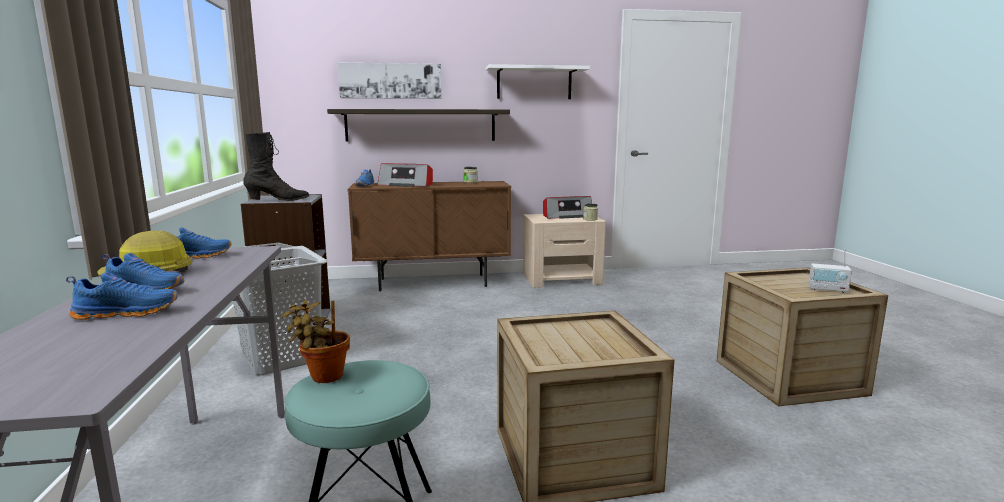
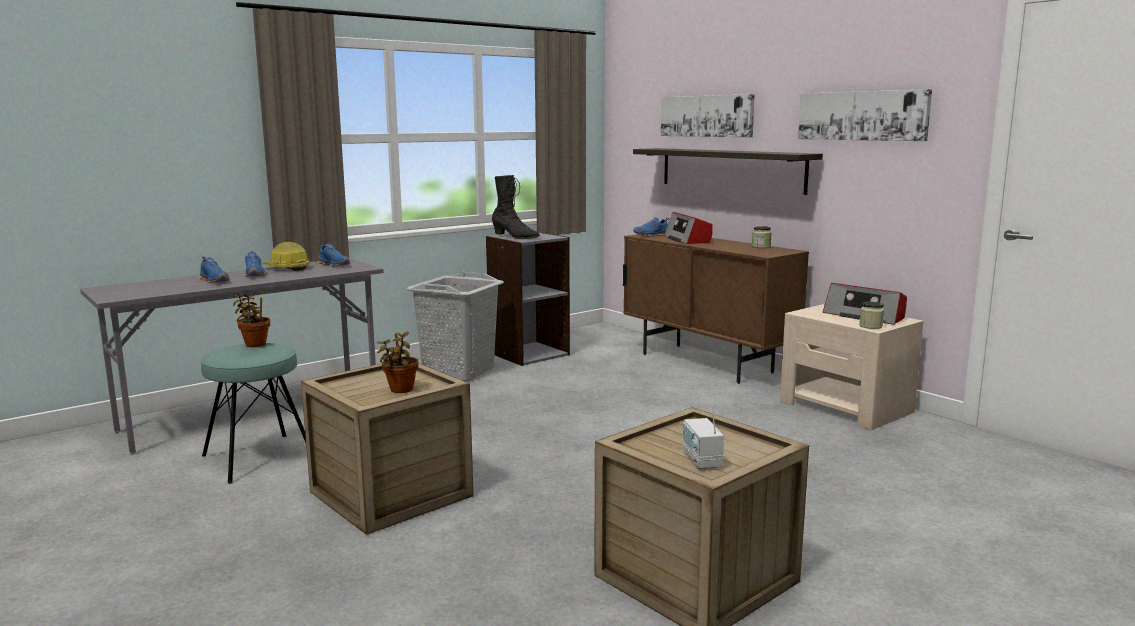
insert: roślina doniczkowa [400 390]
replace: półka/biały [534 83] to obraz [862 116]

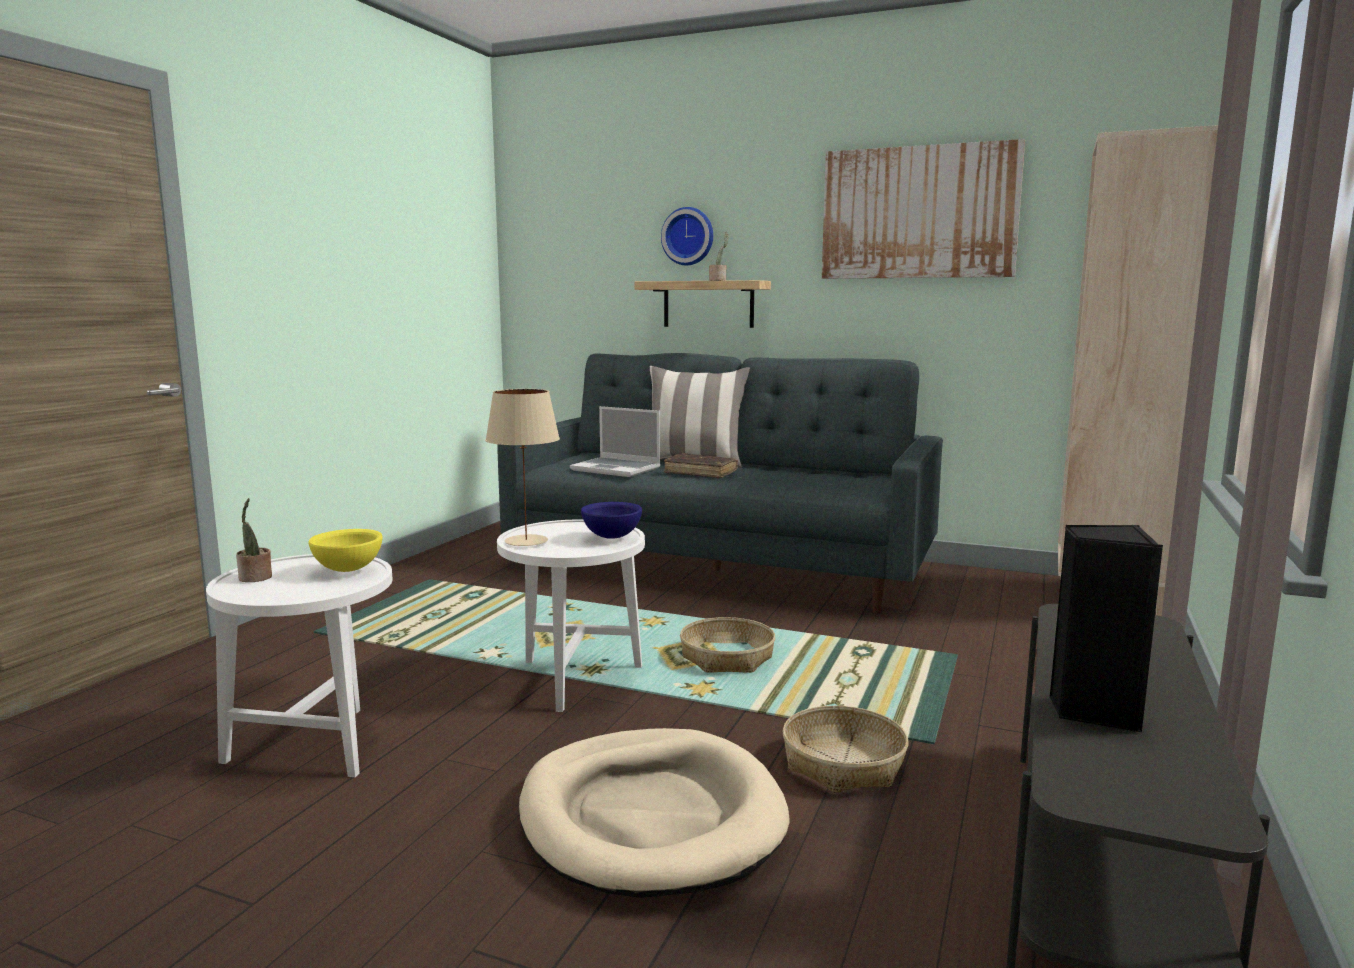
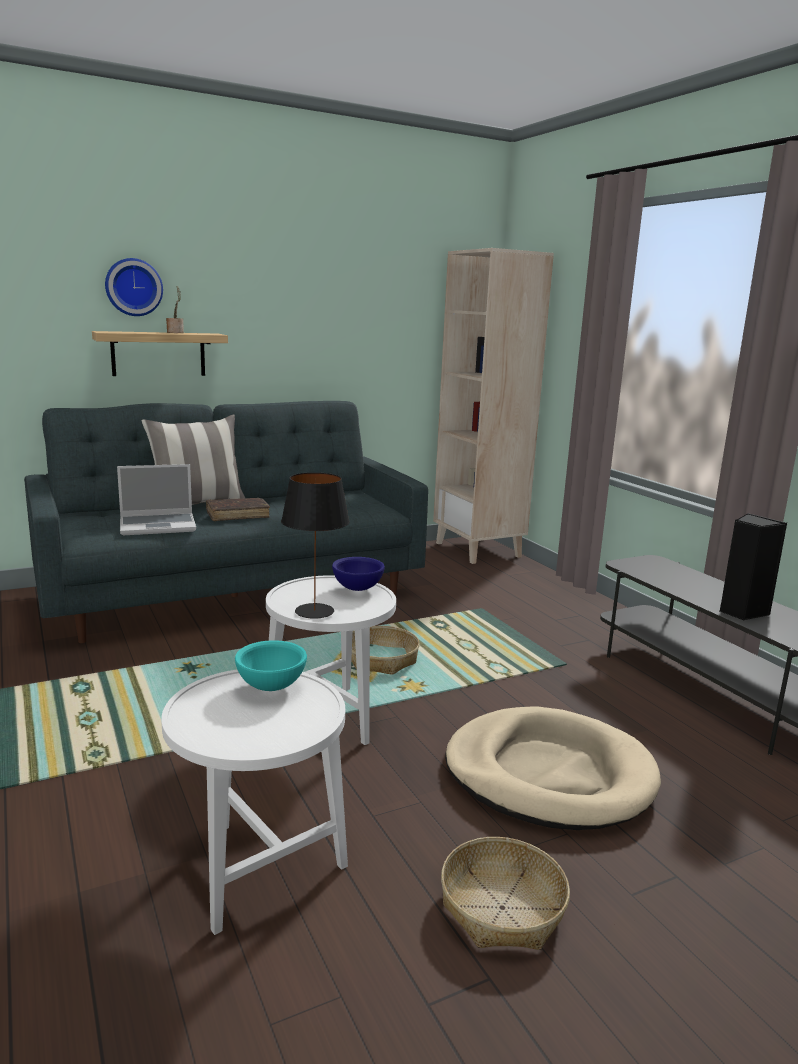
delete: roślina doniczkowa [255 578]; obraz [918 213]
move: koszyk [843 764] to [501 907]
recolor: miska/żółty [347 569] to miska/turkusowy [271 686]; lampa stołowa/beżowy [527 540] to lampa stołowa/czarny [315 611]

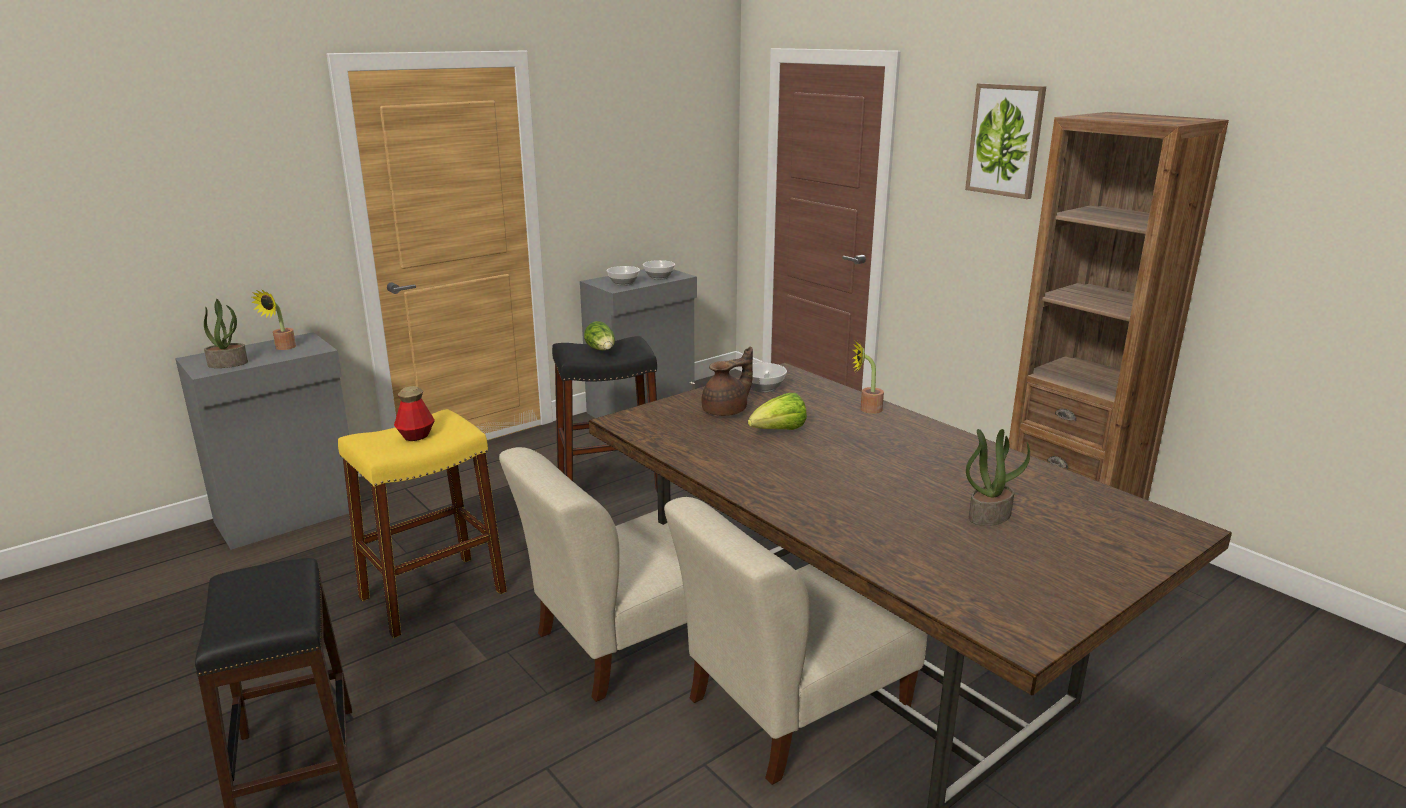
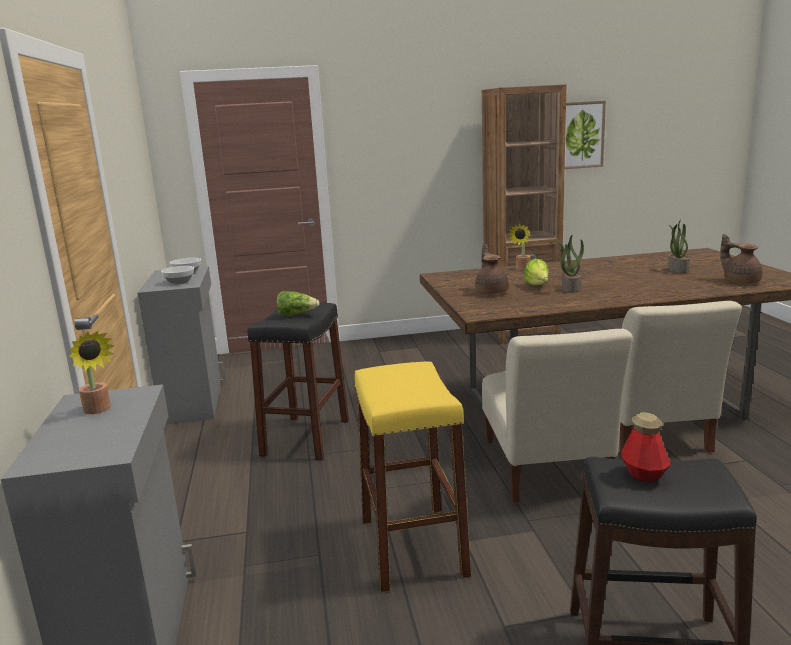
delete: miska [763 388]
insert: imbryk/brązowy [740 281]
move: roślina doniczkowa [228 363] to [570 288]; obraz [1005 140] to [581 135]; butelka [416 436] to [644 474]

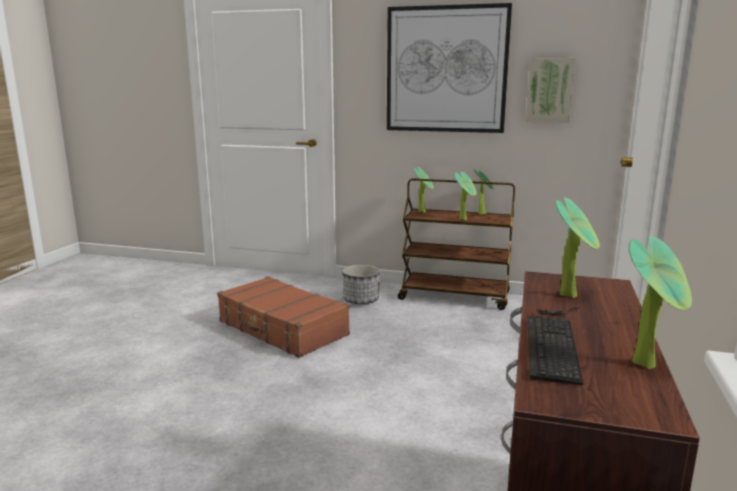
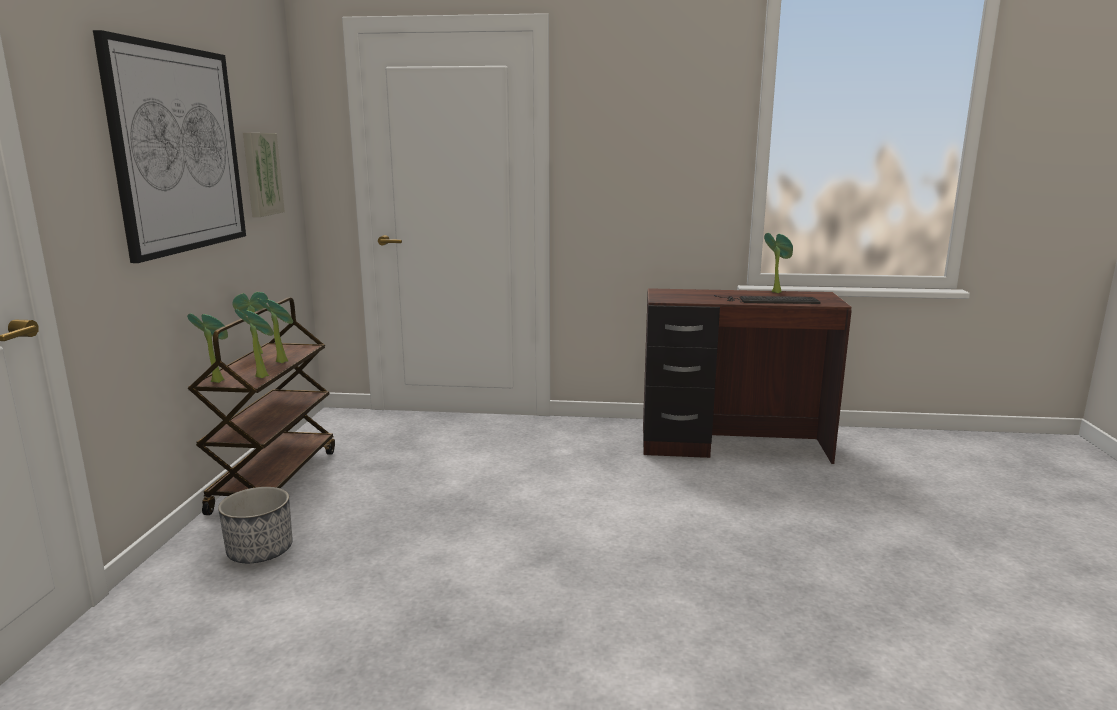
delete: walizka/brązowy [282 329]
move: roślina doniczkowa [571 295] to [262 376]

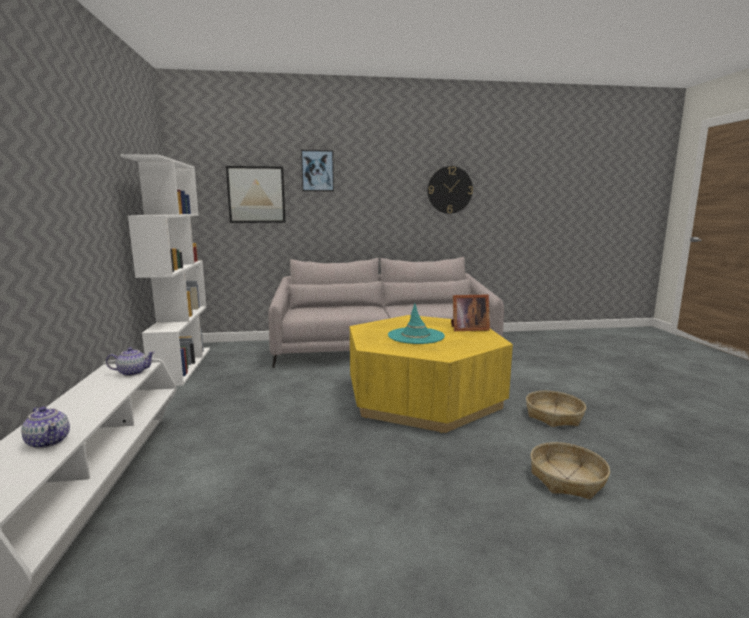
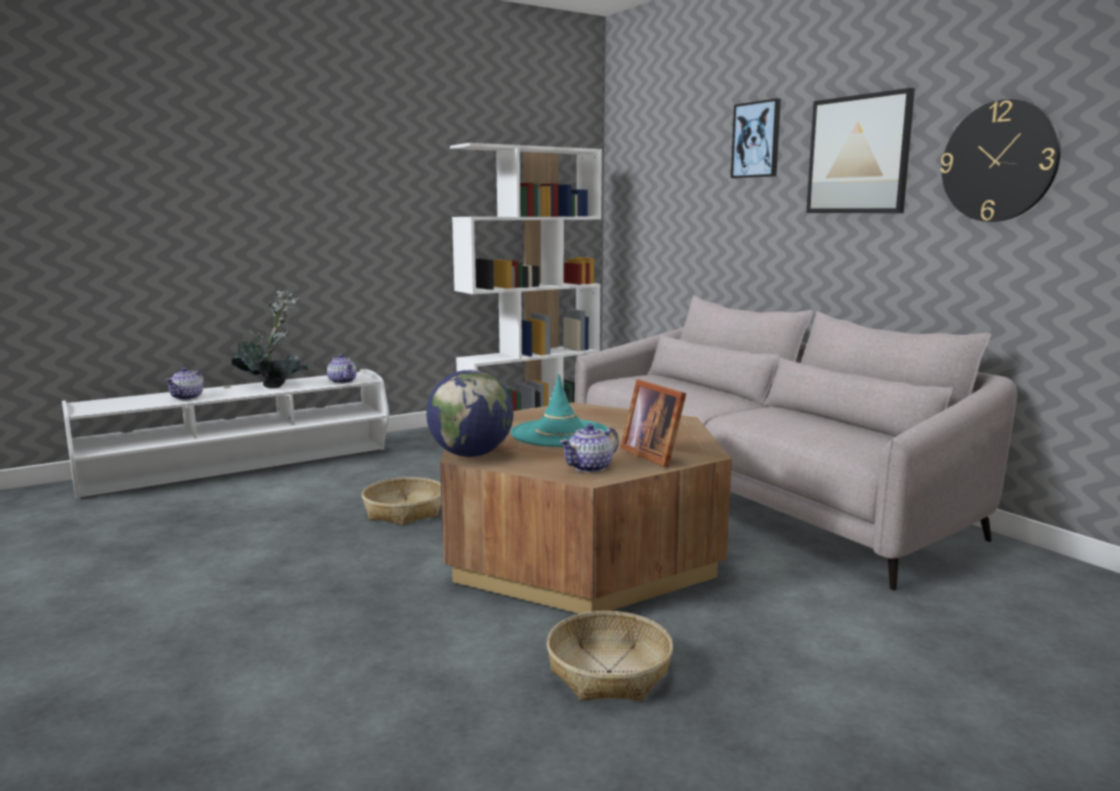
insert: roślina doniczkowa [274 385]; globus [471 455]; imbryk [590 467]
move: koszyk [567 479] to [404 511]; obraz [256 195] to [858 155]
recolor: ława/żółty [424 396] to ława/brązowy [581 550]

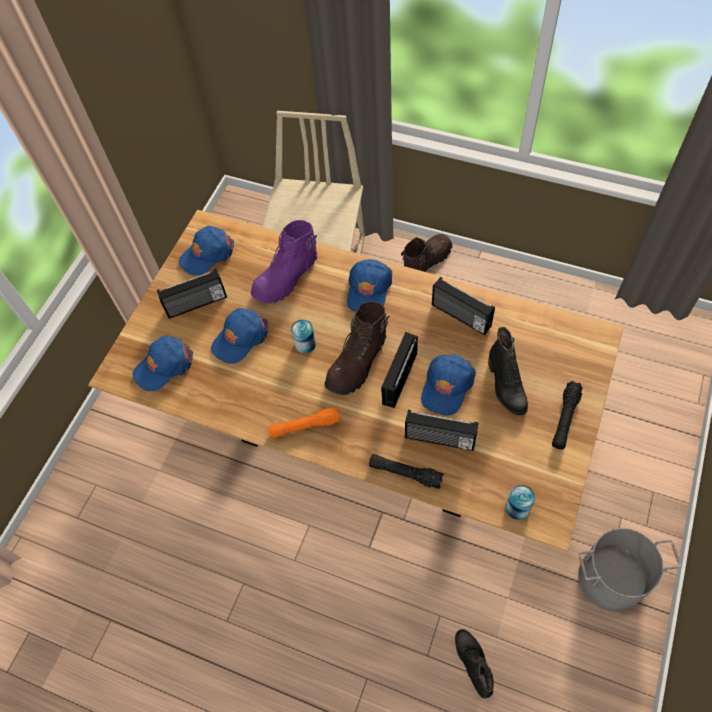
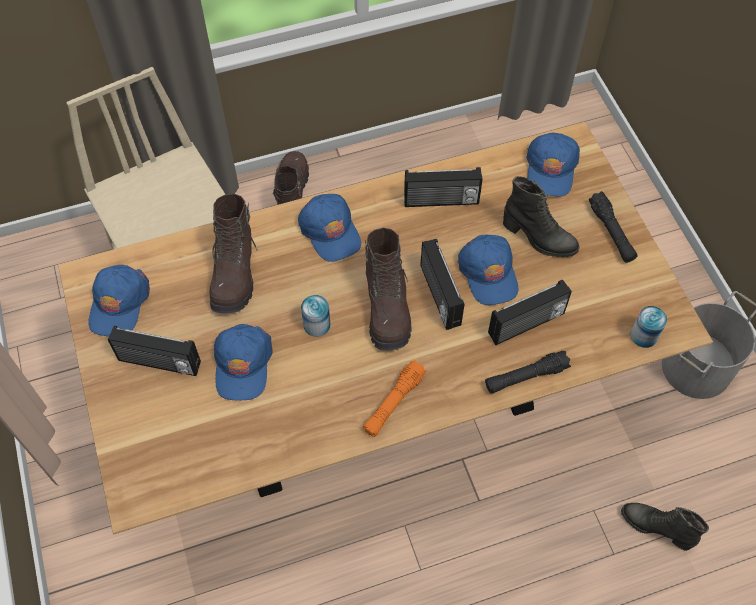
move: czapka z daszkiem/niebieski [164 366] to [551 169]
recolor: but z cholewką/fioletowy [287 278] to but z cholewką/brązowy [235 273]
rotate: radio [197 304] = [159 363] 75 degrees clockwise

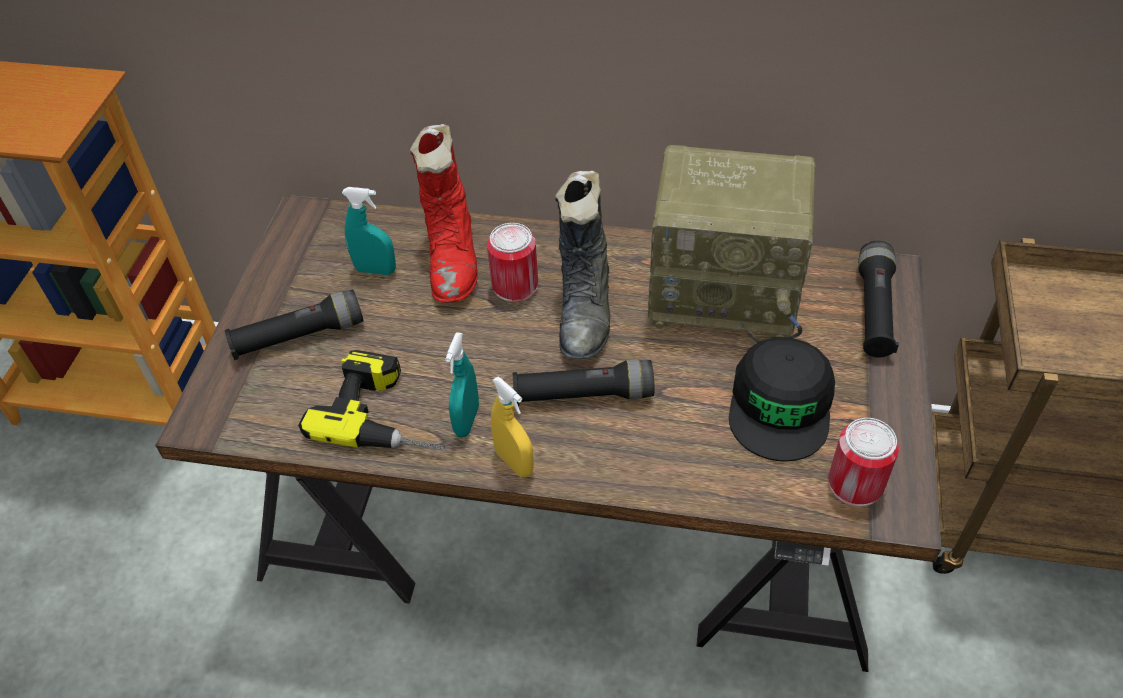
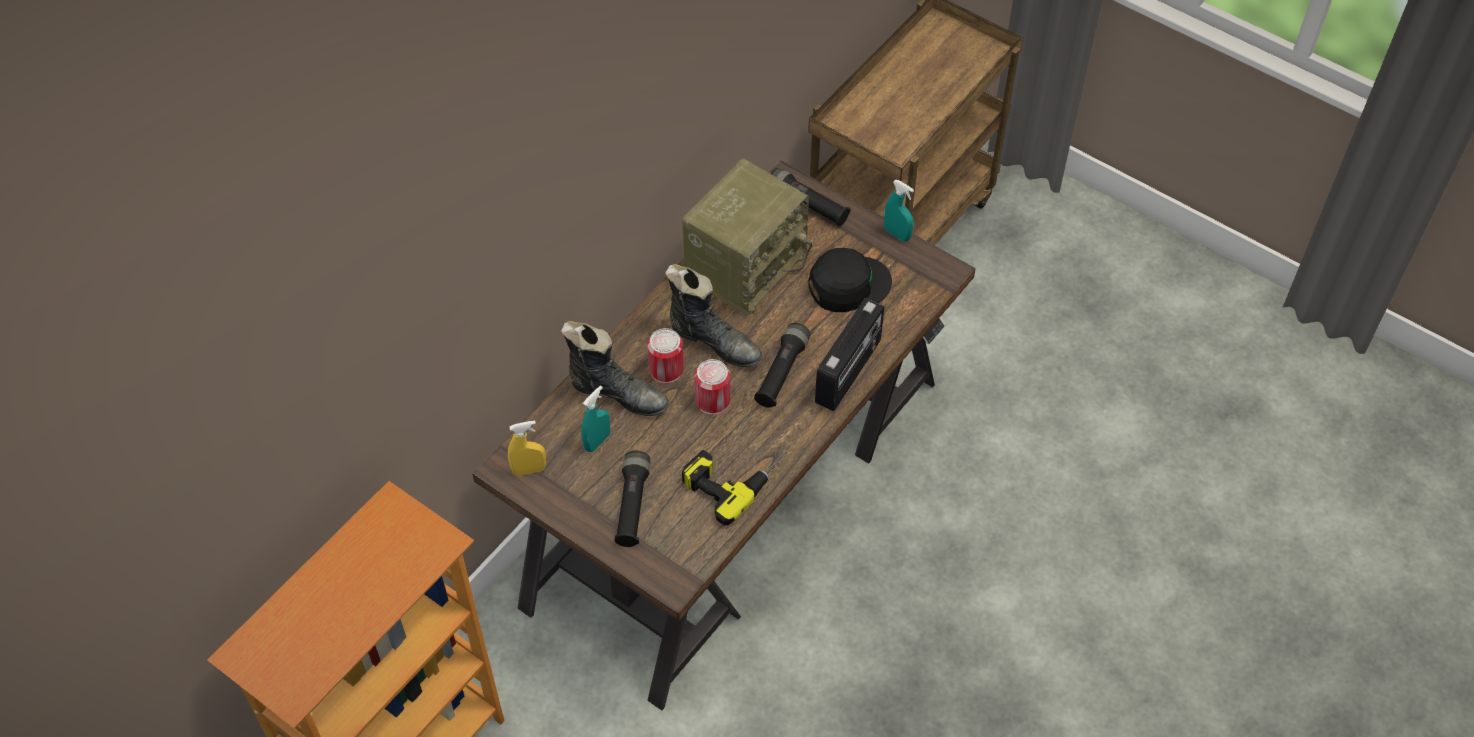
insert: radio [849 372]
move: spryskiwacz/żółty [514 463] to [529 470]; puszka [855 483] to [712 400]; spryskiwacz/turkusowy [467 421] to [897 234]
recolor: but z cholewką/czerwony [453 259] to but z cholewką/czarny [617 394]
rotate: czapka z daszkiem/czarny [781 406] = [848 284] 60 degrees counterclockwise

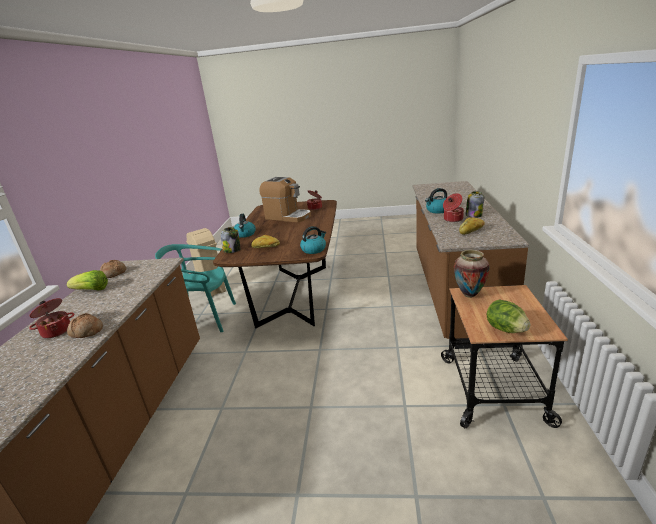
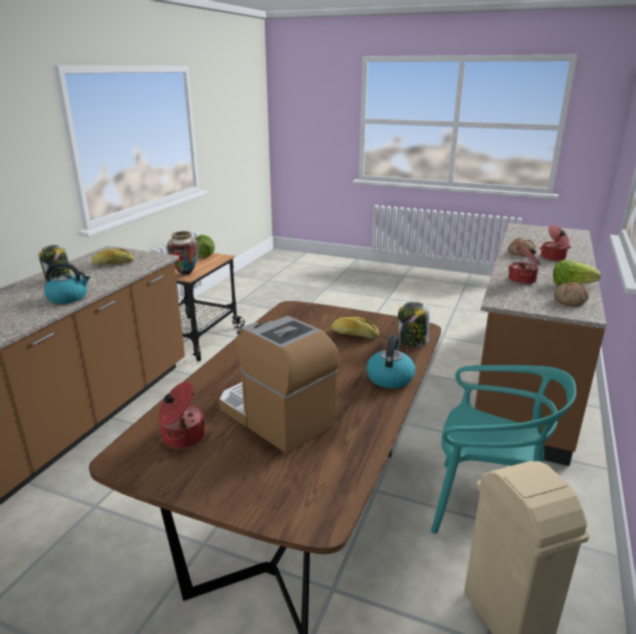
delete: czajnik [314 249]
move: garnek [452 219] to [523 280]

